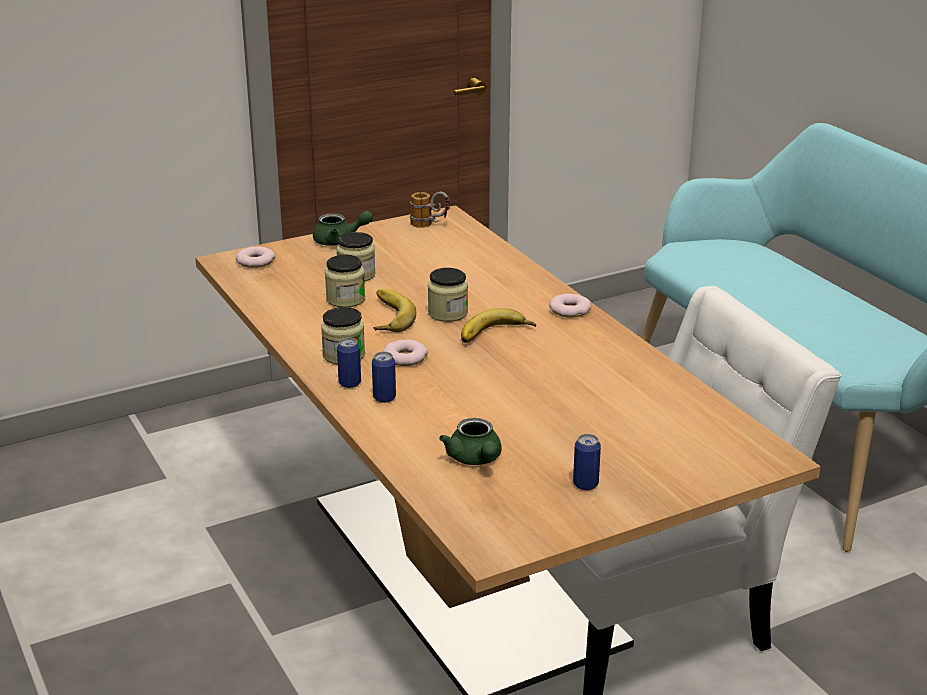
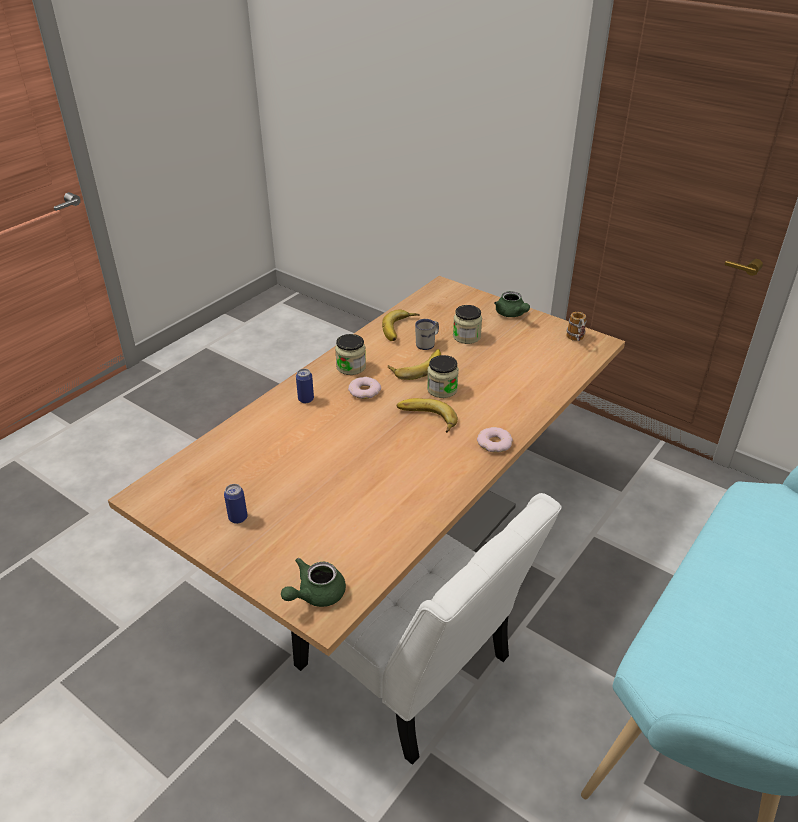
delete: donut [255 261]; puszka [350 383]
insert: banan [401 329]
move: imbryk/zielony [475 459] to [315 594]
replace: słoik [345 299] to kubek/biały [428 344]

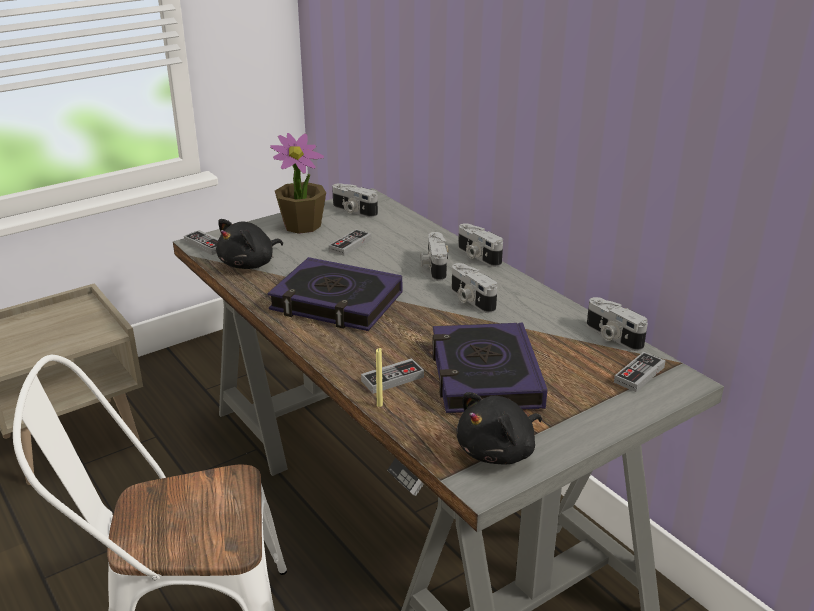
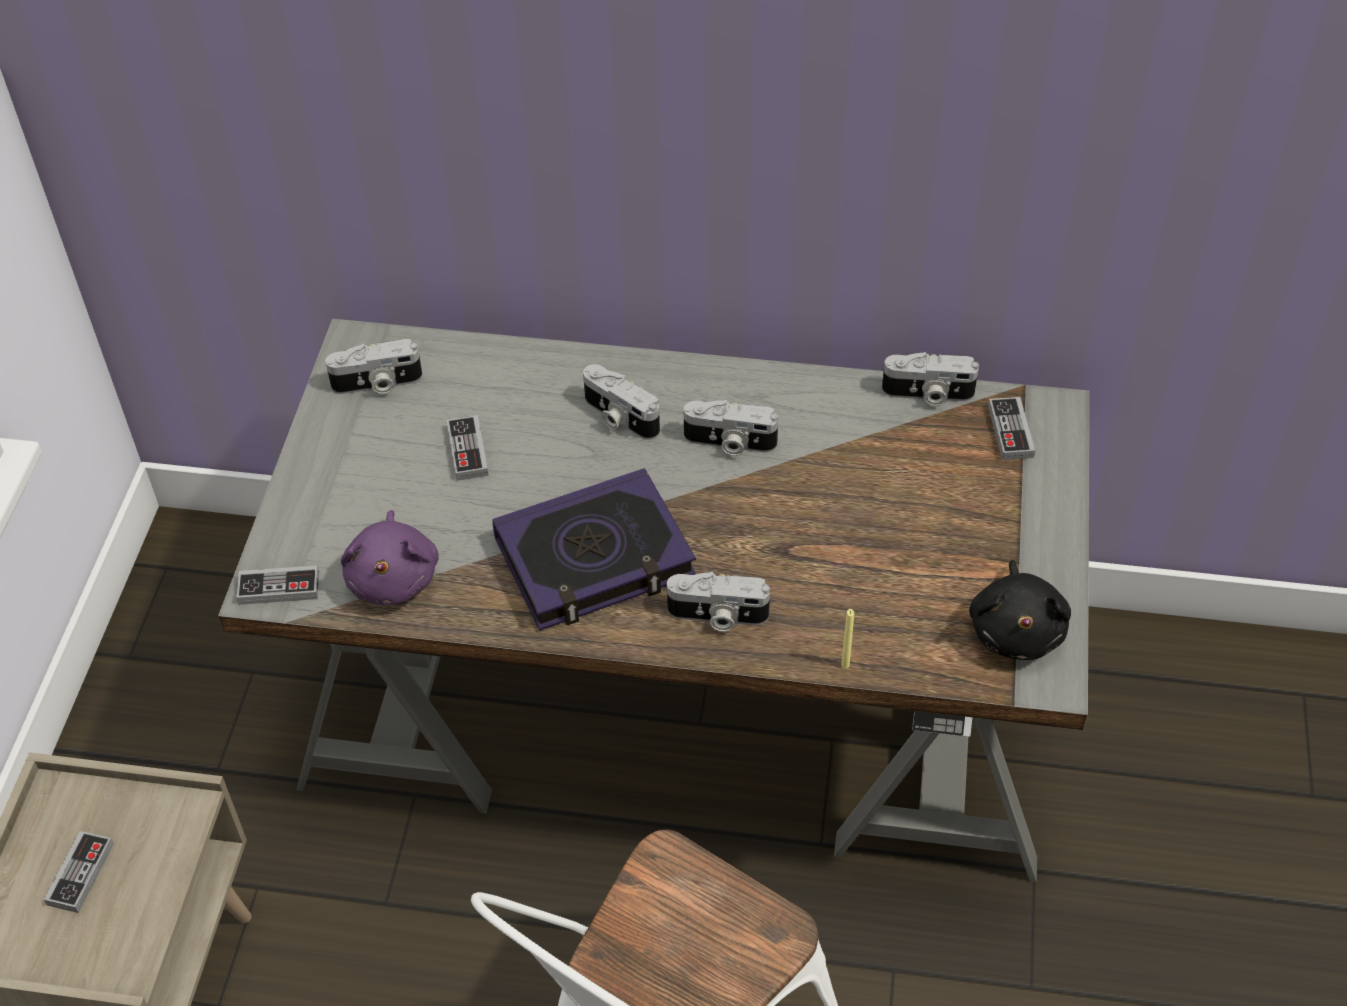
delete: roślina doniczkowa [302 225]; książka [484 376]
move: pad do gier [392 379] to [80 874]; aparat fotograficzny [477 256] to [717 616]
recolor: pluszak/czarny [250 264] to pluszak/fioletowy [394 577]

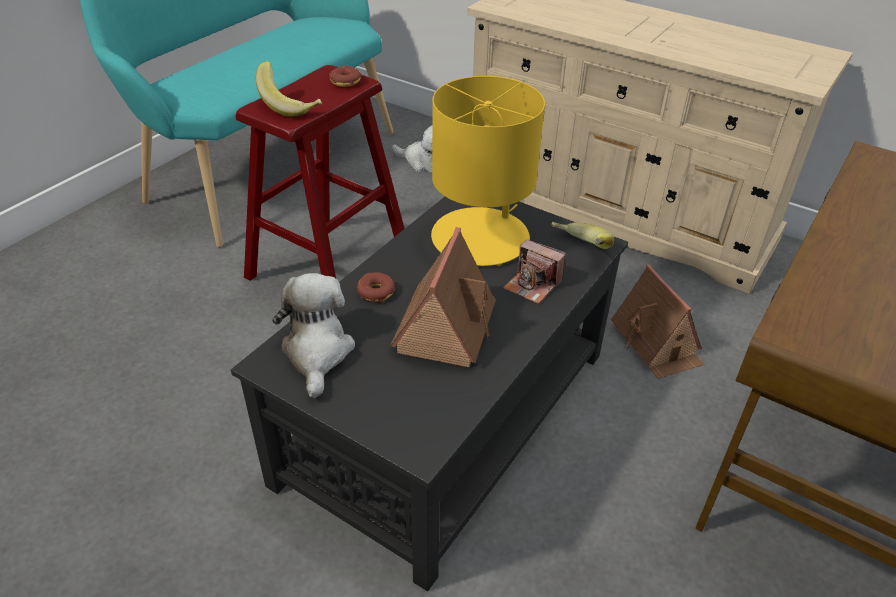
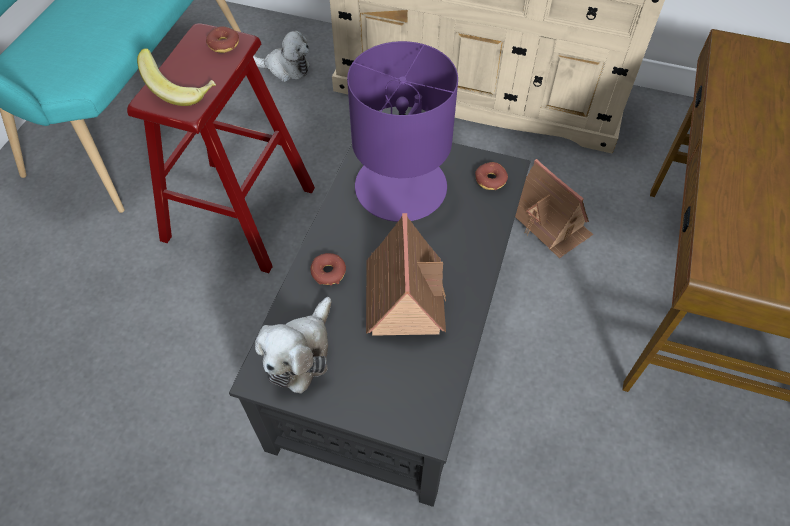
delete: aparat fotograficzny [532 285]
replace: banan [578 249] to donut [490 180]
recolor: lampa stołowa/żółty [481 238] to lampa stołowa/fioletowy [401 186]
rotate: pluszak [317 352] = [300 353] 135 degrees counterclockwise

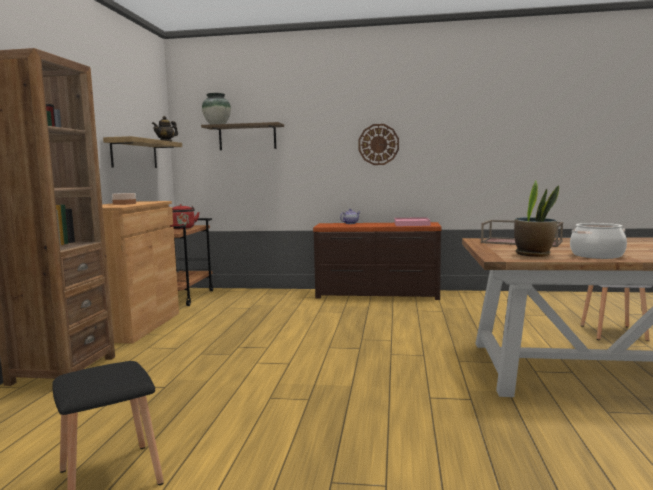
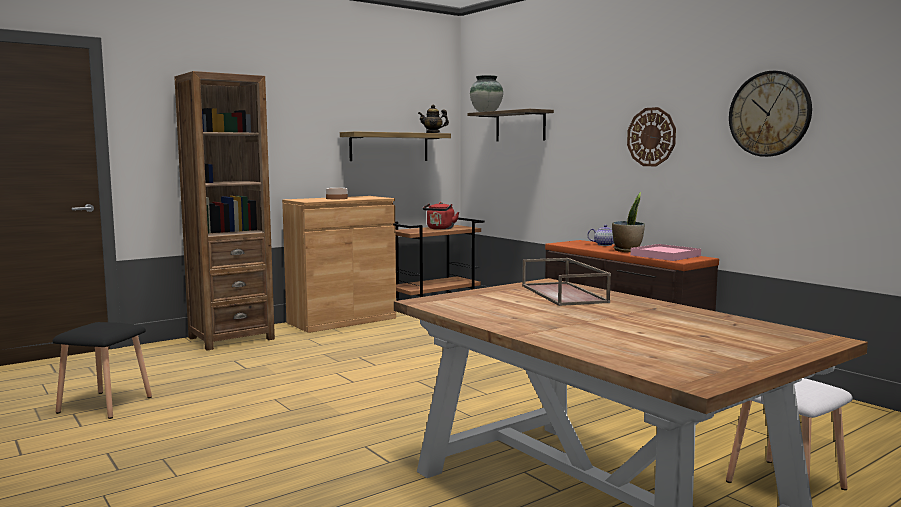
delete: garnek [597 255]
insert: zegar ścienny [769 114]
move: roślina doniczkowa [533 254] to [627 250]

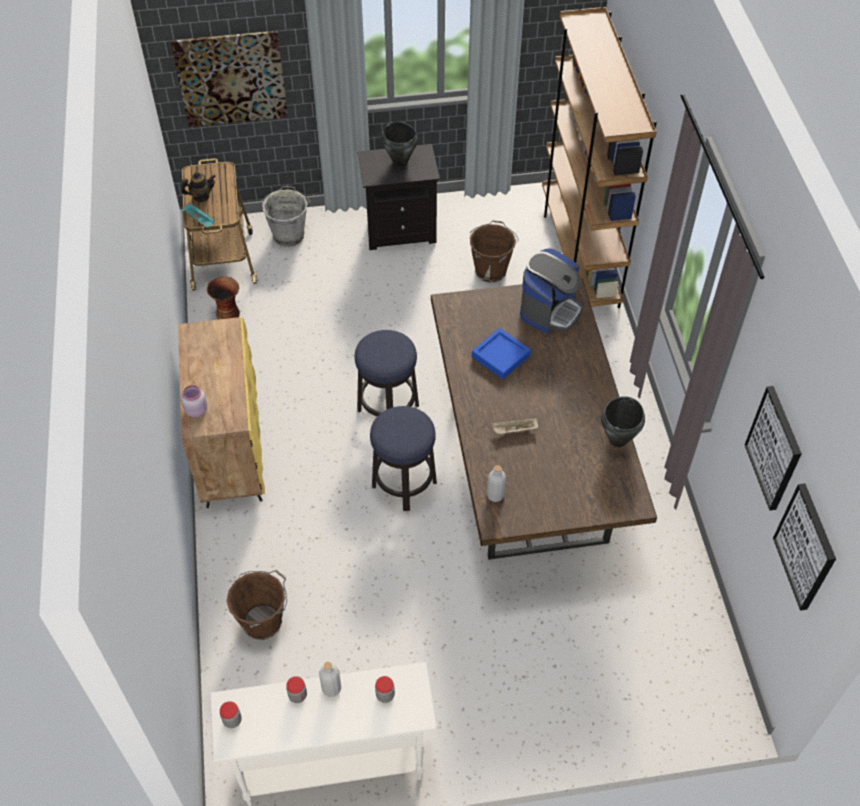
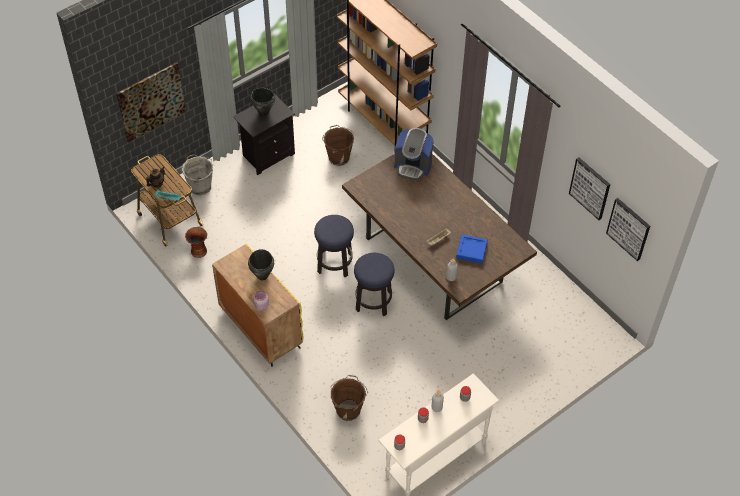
move: garnek/czarny [618 440] to [262 276]; taca/niebieski [500 356] to [471 250]
rotate: ekspres do kawy [550 310] = [413 166] 105 degrees clockwise

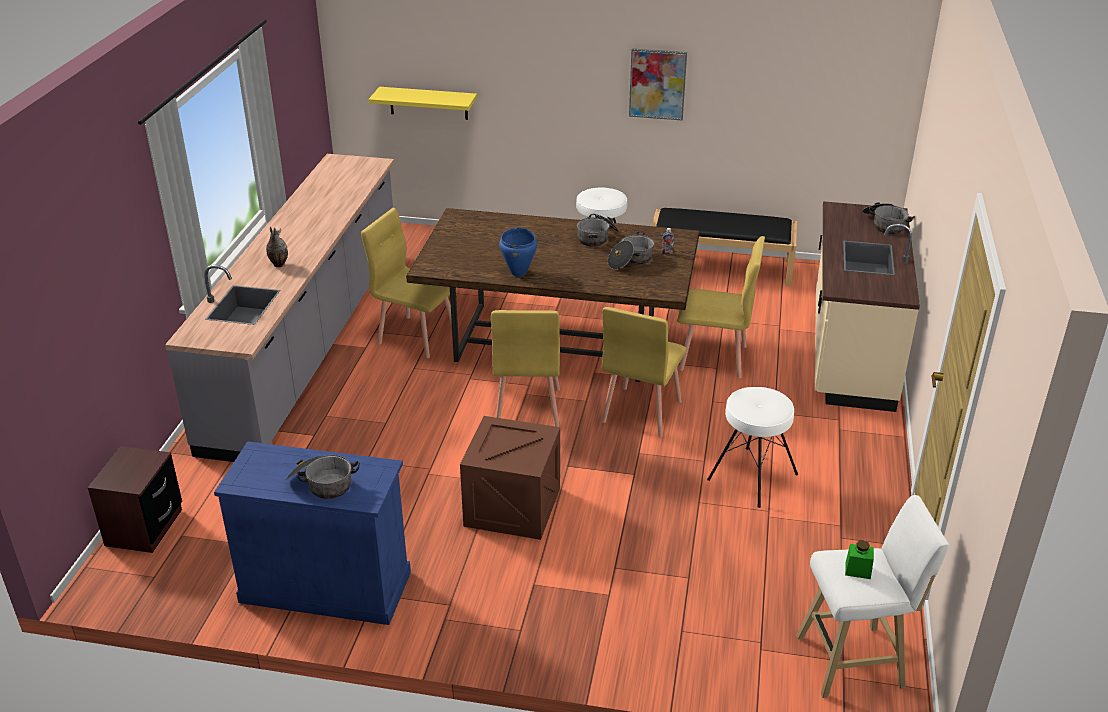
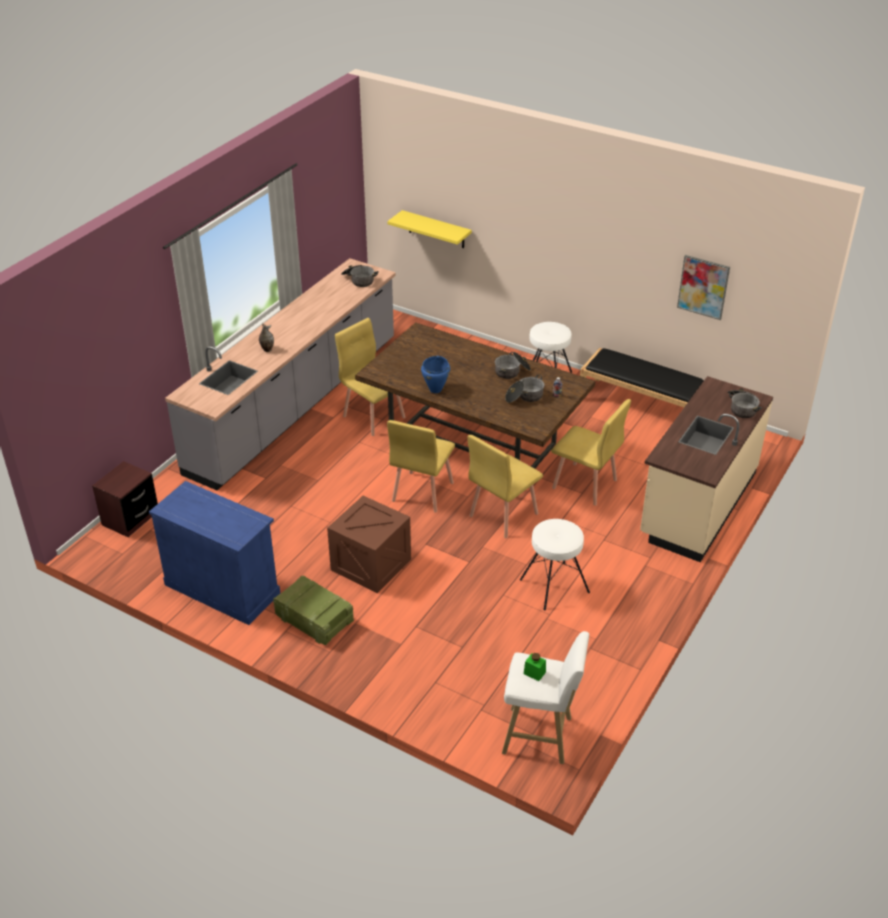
insert: skrzynka [313 619]
move: garnek [321 484] to [359 280]; obraz [657 84] to [703 287]

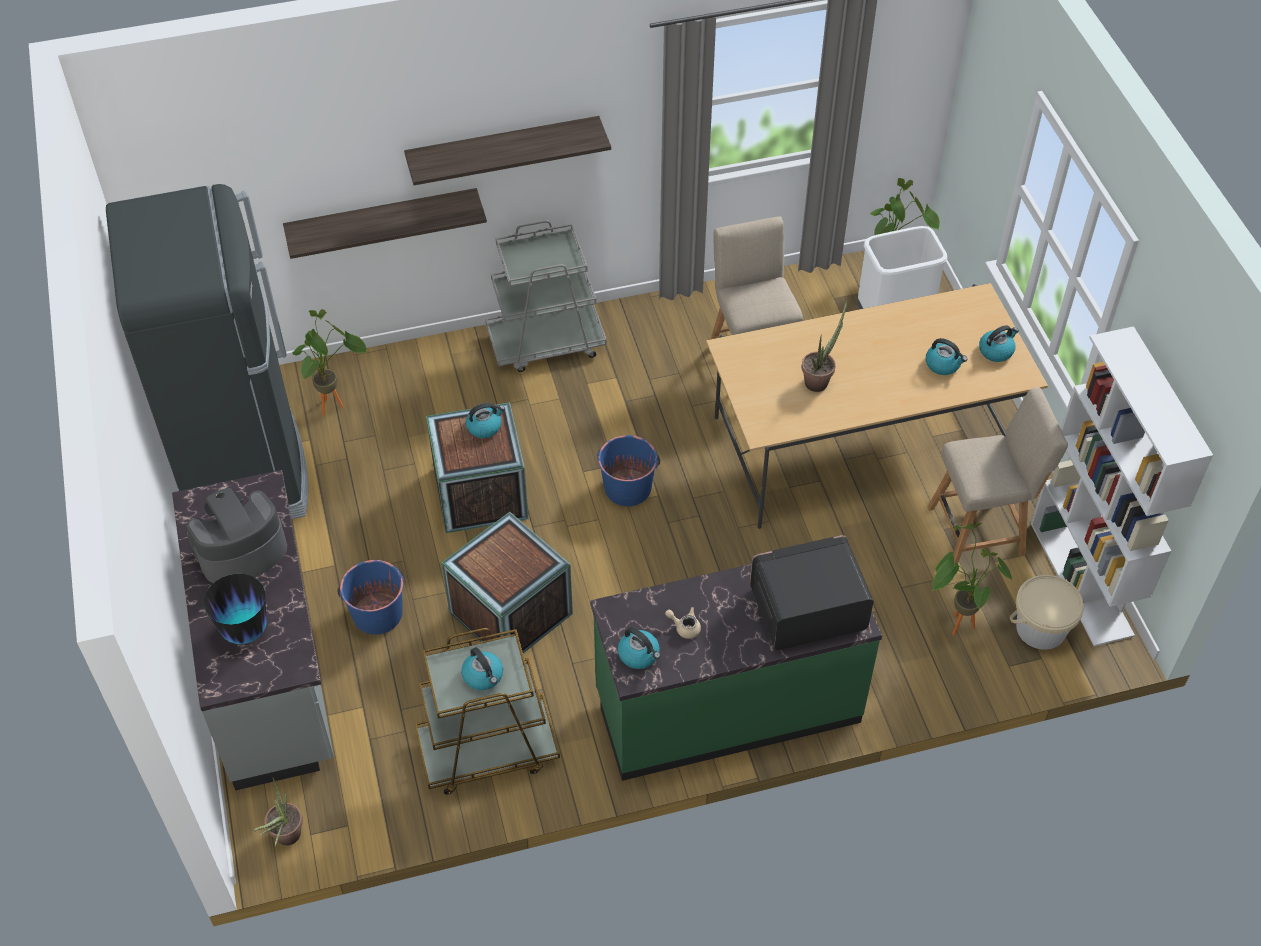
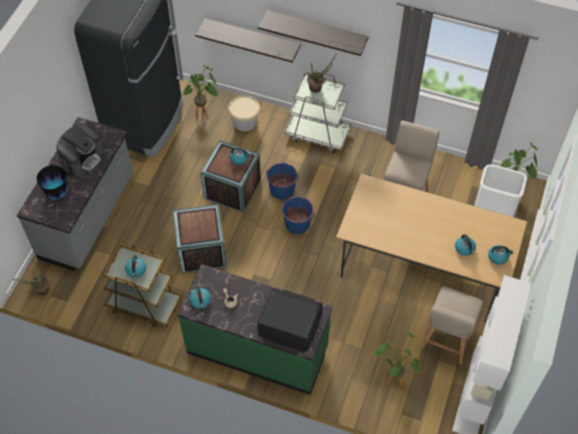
move: wiadro/beżowy [1040 628] to [245 122]; wiadro/niebieski [377 613] to [282 189]; roślina doniczkowa [819 380] to [318 87]
rotate: ekspres do kawy [241 552] = [82 158] 120 degrees clockwise; krzesło/beżowy [981 529] = [445 341] 90 degrees clockwise

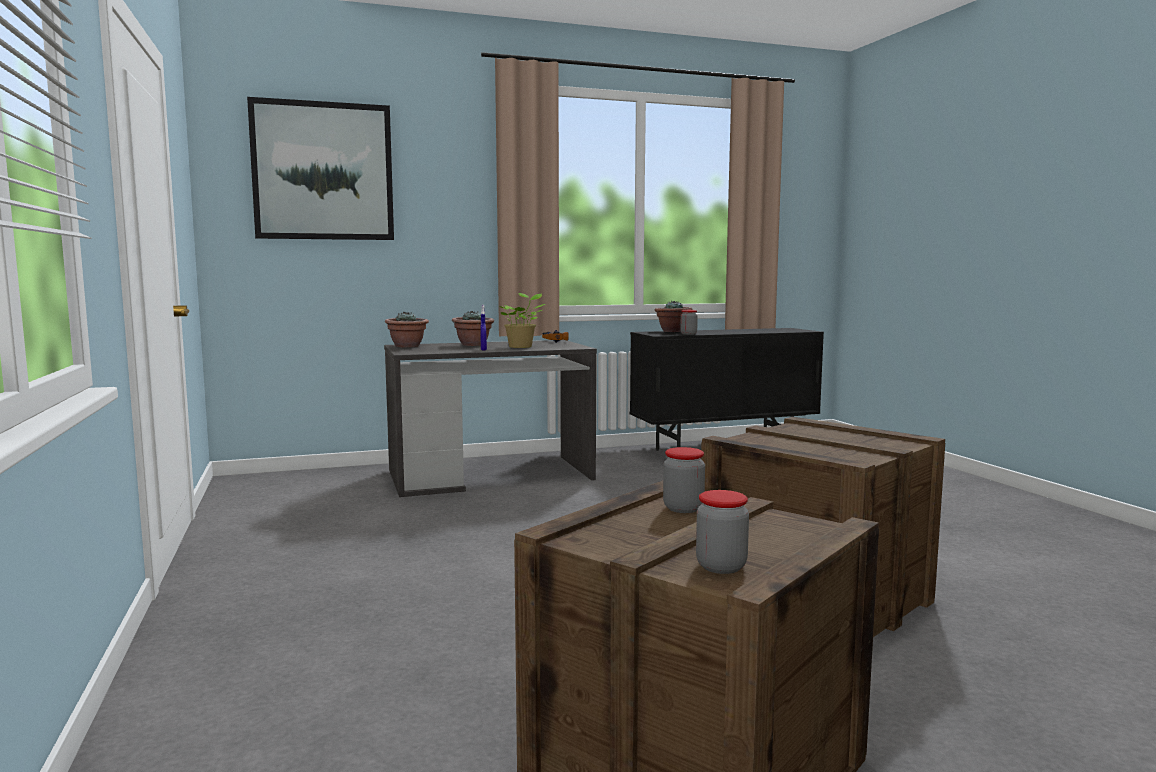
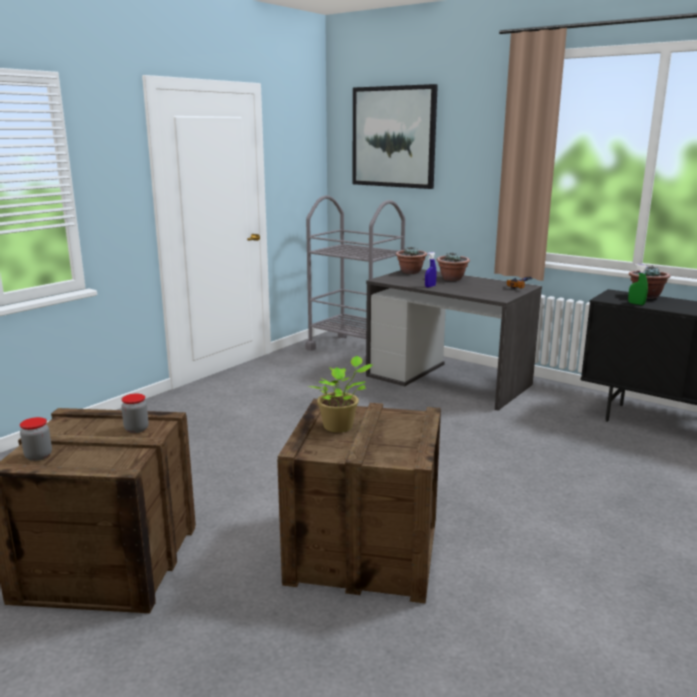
insert: wózek/szary [355 349]
move: roślina doniczkowa [521 347] to [340 426]
replace: słoik [688 334] to spryskiwacz/zielony [636 304]

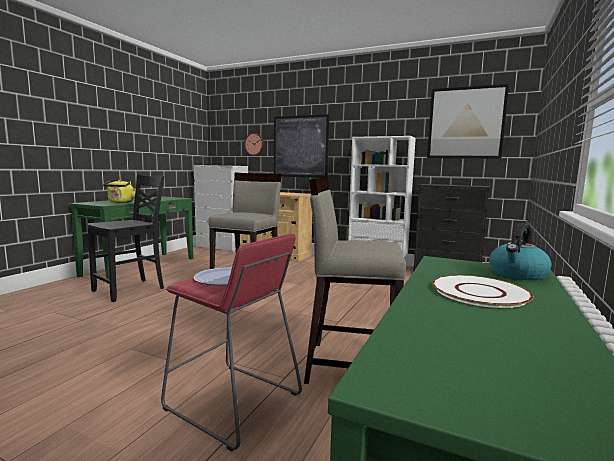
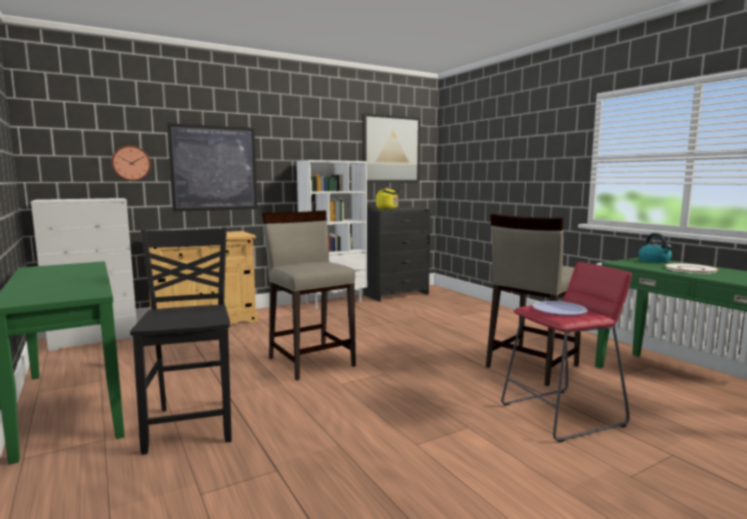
move: czajnik/żółty [120 202] to [388 209]

